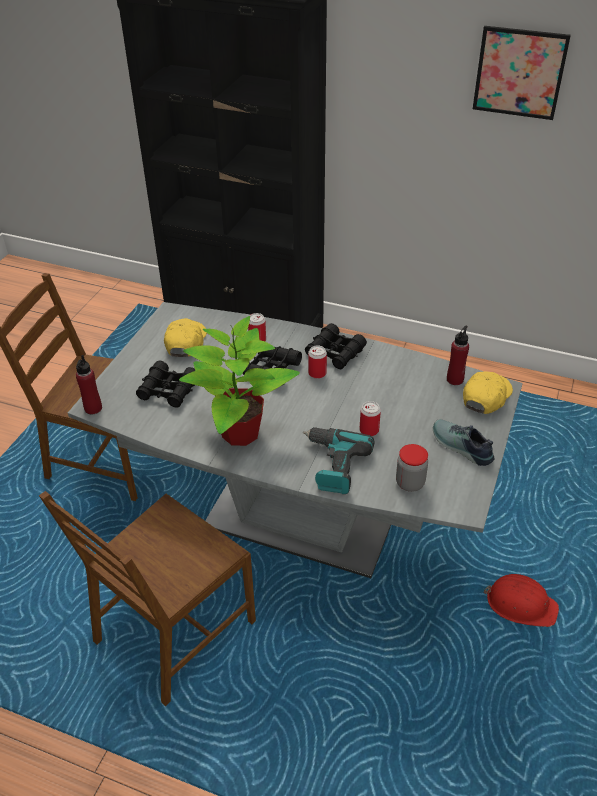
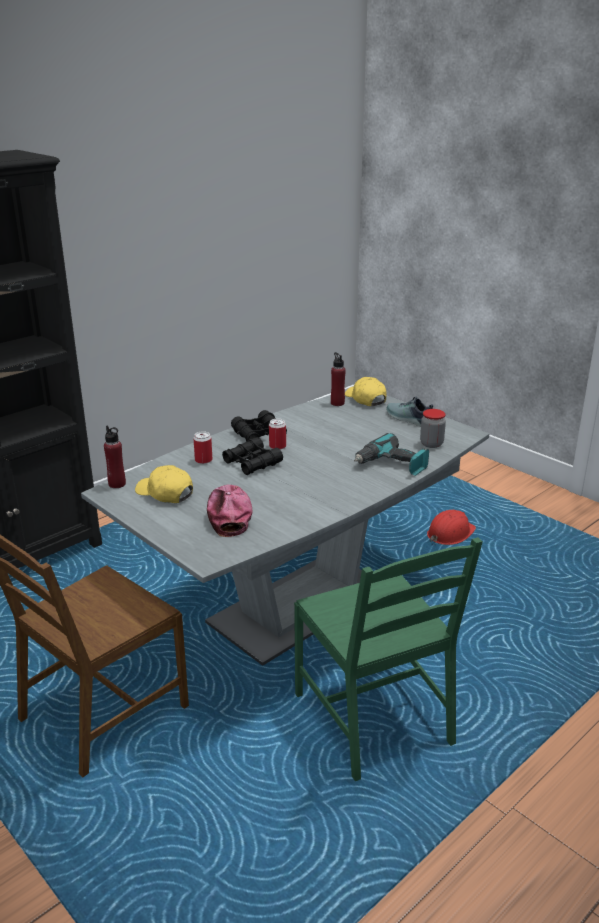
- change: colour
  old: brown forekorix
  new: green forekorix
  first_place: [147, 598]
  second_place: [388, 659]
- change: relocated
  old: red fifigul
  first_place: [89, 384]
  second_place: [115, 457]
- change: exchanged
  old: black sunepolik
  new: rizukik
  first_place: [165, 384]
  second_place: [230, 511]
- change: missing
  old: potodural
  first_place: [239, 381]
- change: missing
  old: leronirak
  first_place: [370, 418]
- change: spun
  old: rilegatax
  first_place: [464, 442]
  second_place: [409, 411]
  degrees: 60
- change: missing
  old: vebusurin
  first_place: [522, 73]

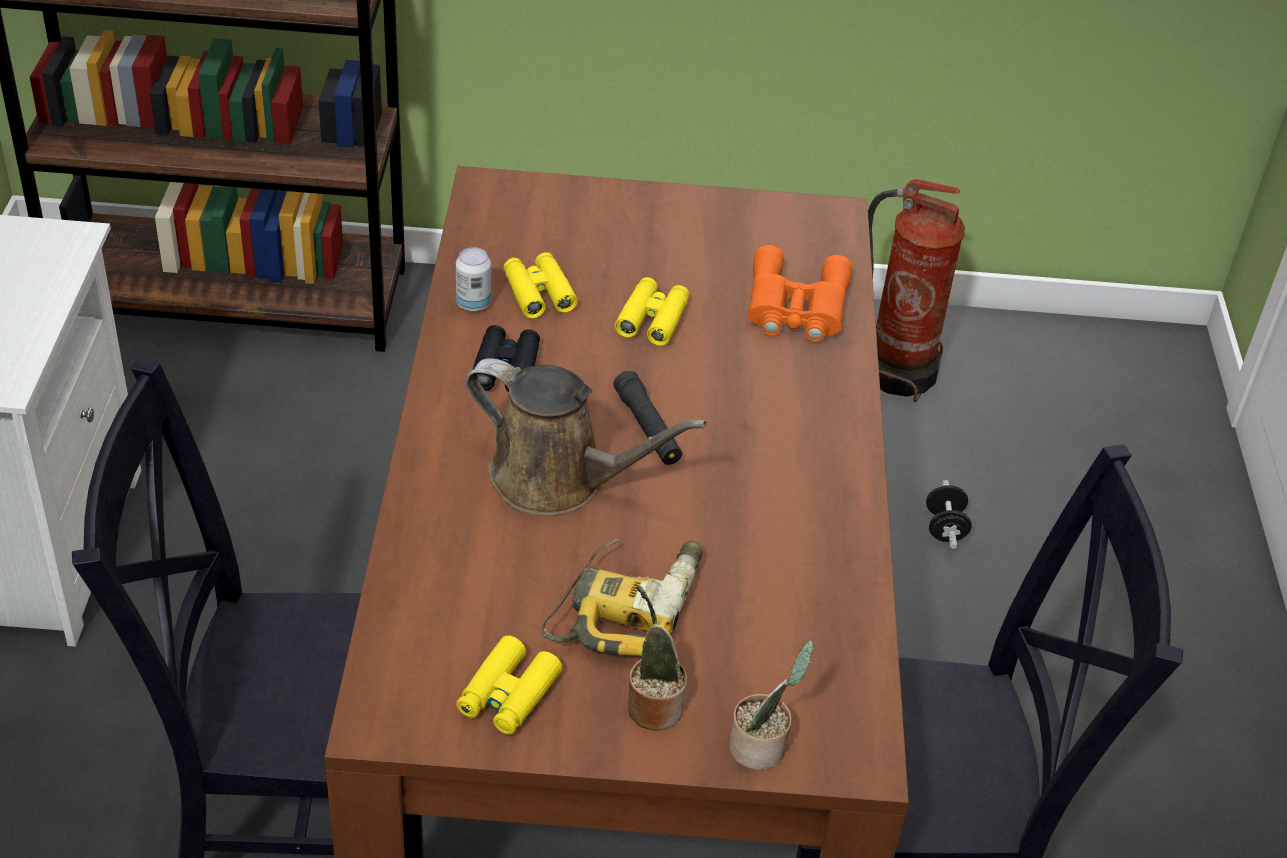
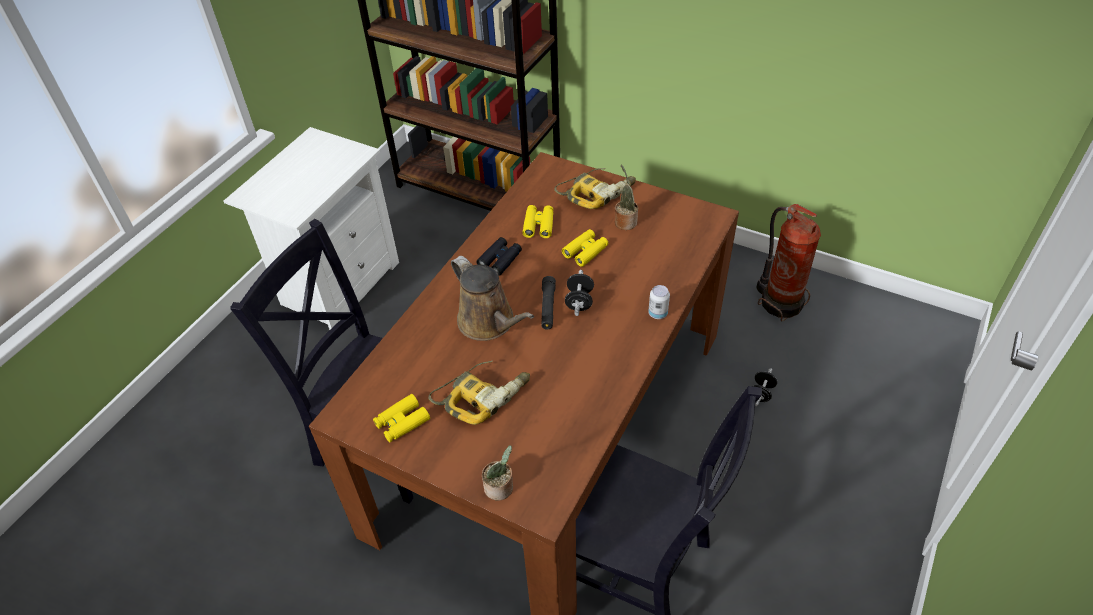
- change: relocated
  old: leronirak
  first_place: [473, 279]
  second_place: [659, 302]
- change: relocated
  old: potodural
  first_place: [657, 658]
  second_place: [626, 197]
- change: missing
  old: orange sunepolik
  first_place: [800, 293]
- change: appeared
  new: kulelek
  second_place: [595, 188]
- change: appeared
  new: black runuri
  second_place: [579, 293]

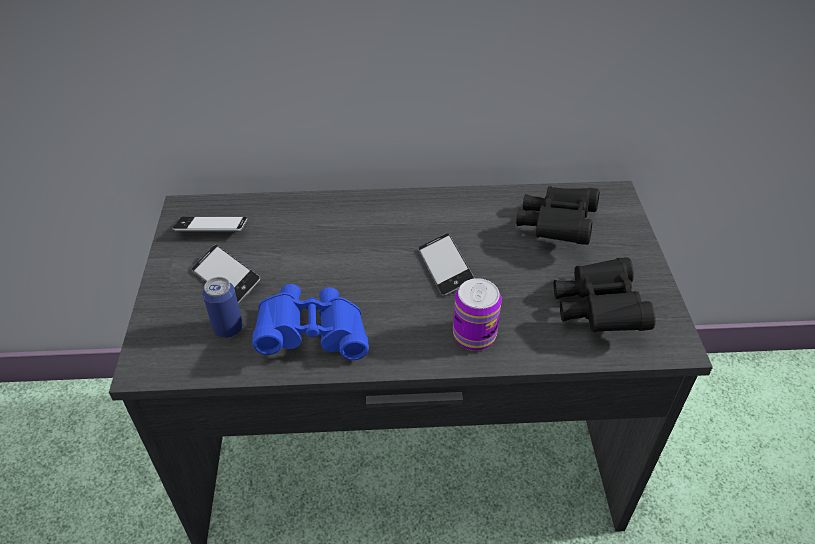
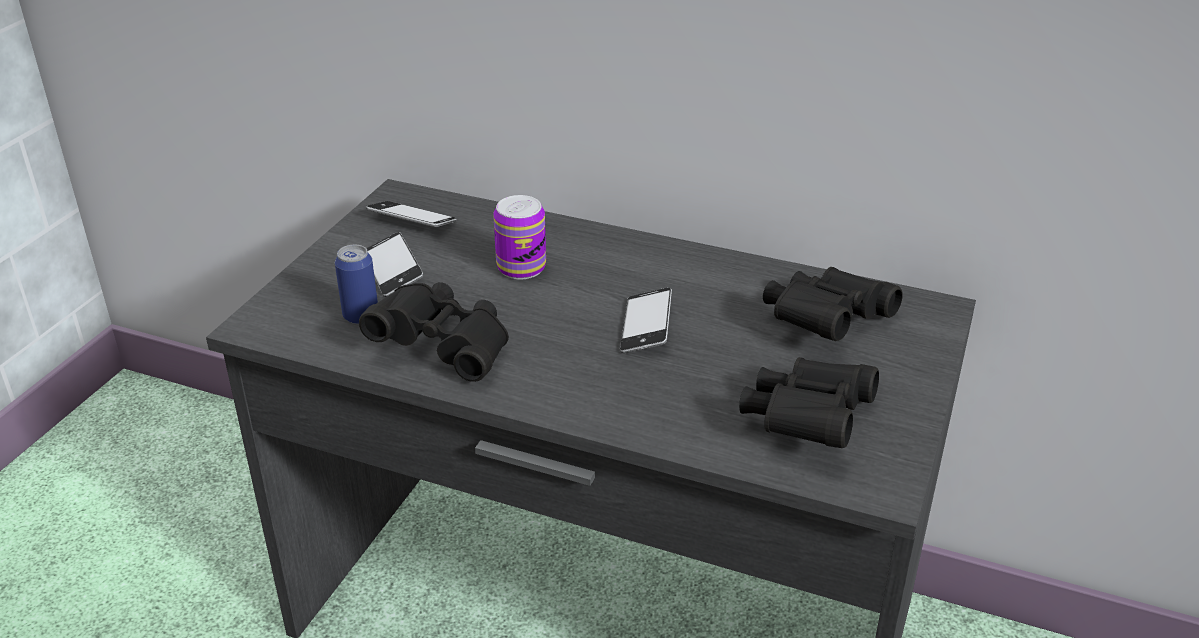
- change: colour
  old: blue sunepolik
  new: black sunepolik
  first_place: [311, 322]
  second_place: [434, 332]
- change: relocated
  old: leronirak
  first_place: [477, 314]
  second_place: [519, 237]

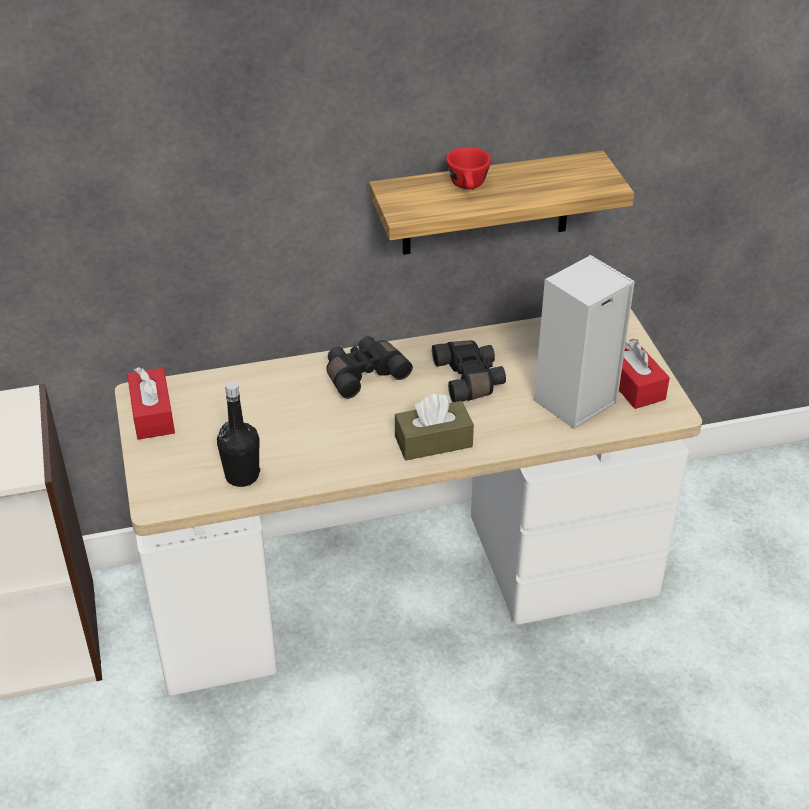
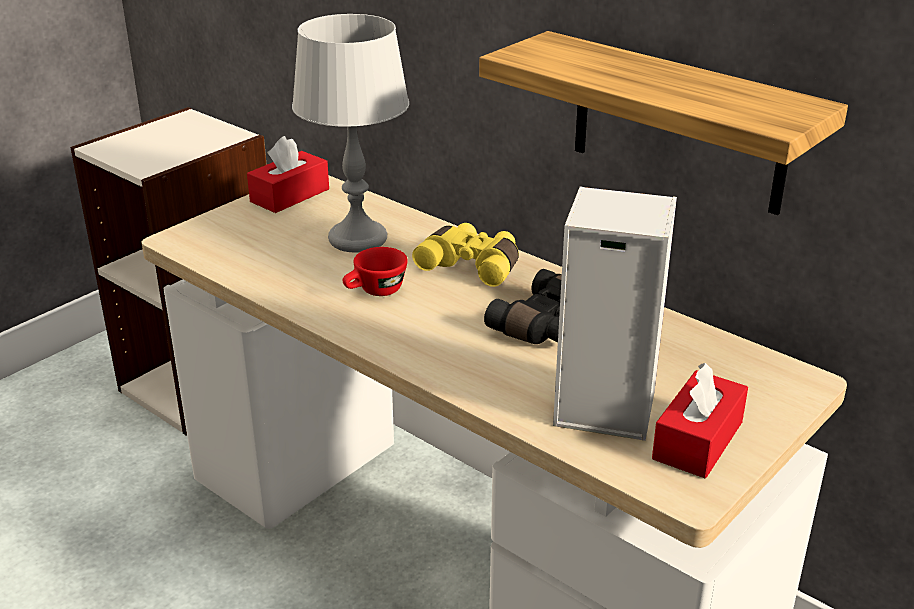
- change: missing
  old: black fifigul
  first_place: [238, 434]
- change: colour
  old: black sunepolik
  new: yellow sunepolik
  first_place: [369, 367]
  second_place: [465, 255]
- change: missing
  old: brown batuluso
  first_place: [434, 427]
- change: relocated
  old: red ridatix
  first_place: [468, 168]
  second_place: [375, 271]
- change: appeared
  new: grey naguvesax
  second_place: [351, 133]

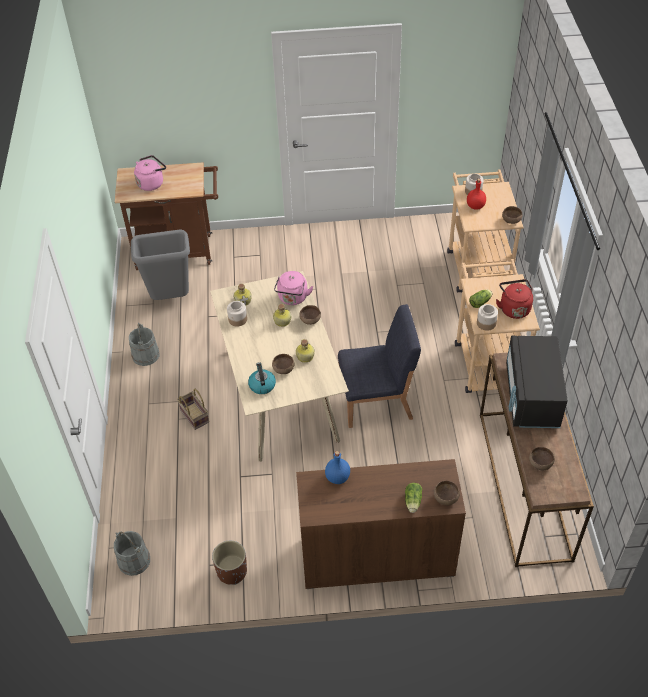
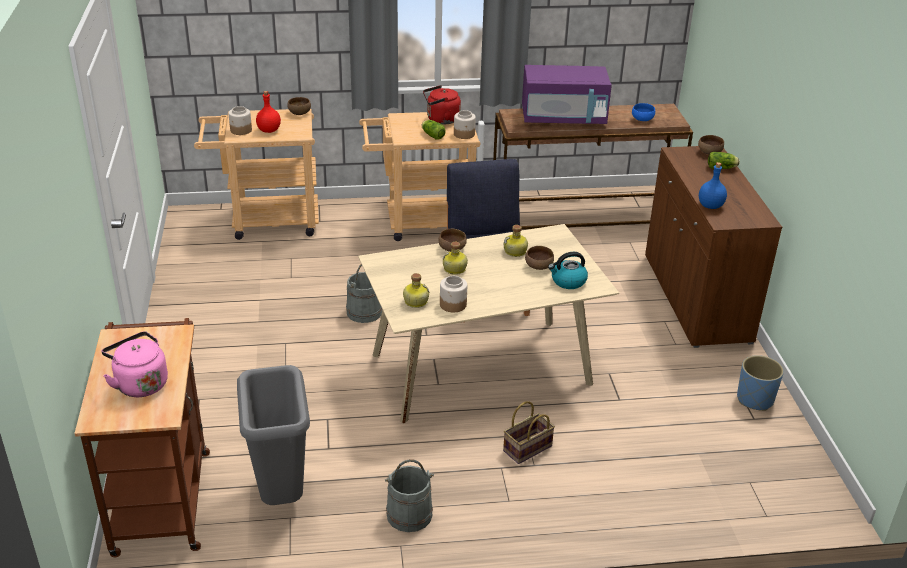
- change: relocated
  old: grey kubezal
  first_place: [132, 553]
  second_place: [364, 293]
- change: colour
  old: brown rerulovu
  new: blue rerulovu
  first_place: [229, 563]
  second_place: [760, 383]
- change: missing
  old: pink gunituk
  first_place: [293, 288]
- change: colour
  old: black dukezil
  new: purple dukezil
  first_place: [537, 382]
  second_place: [567, 94]
- change: colour
  old: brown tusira
  new: blue tusira
  first_place: [541, 458]
  second_place: [643, 112]

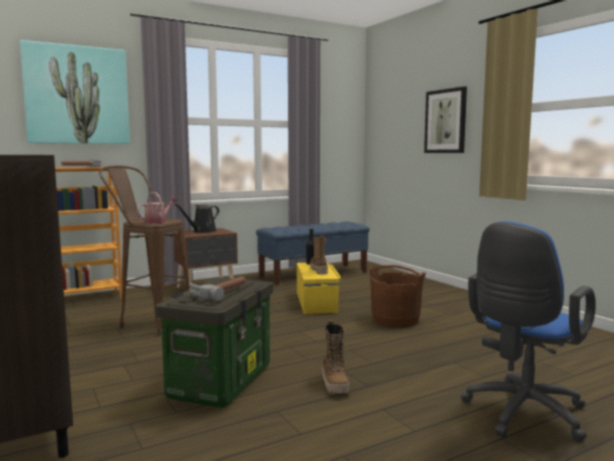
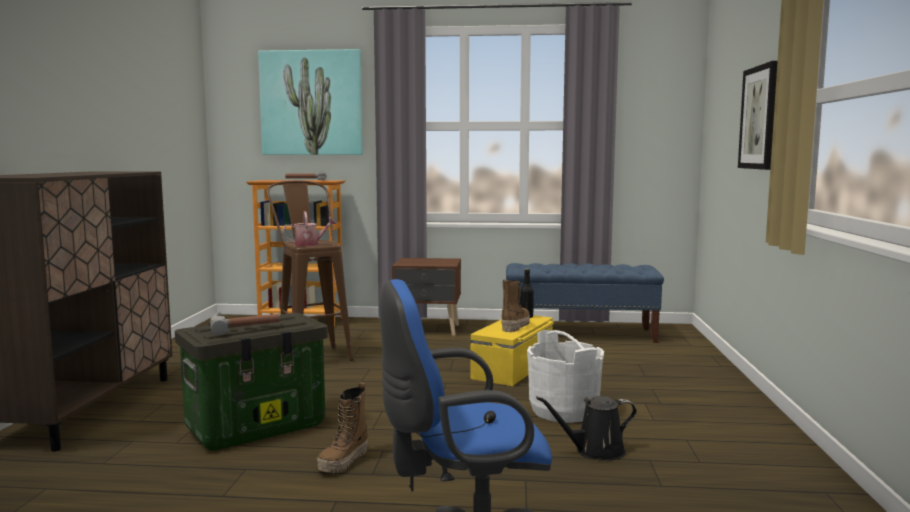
- change: relocated
  old: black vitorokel
  first_place: [196, 218]
  second_place: [586, 428]
- change: colour
  old: brown kubezal
  new: white kubezal
  first_place: [397, 296]
  second_place: [565, 376]

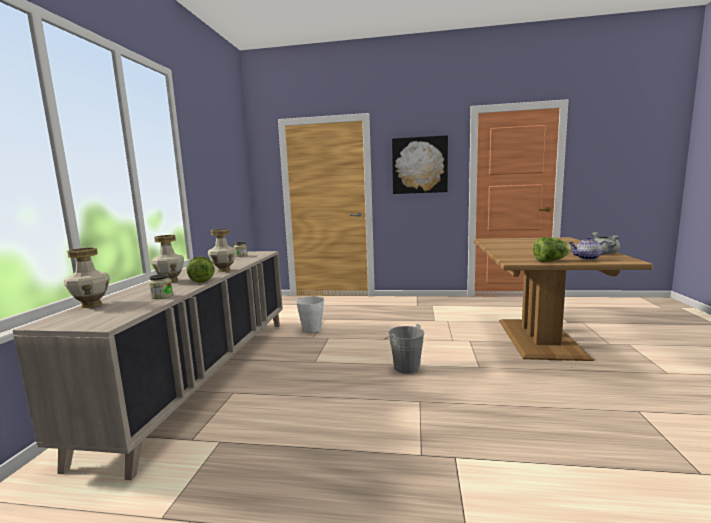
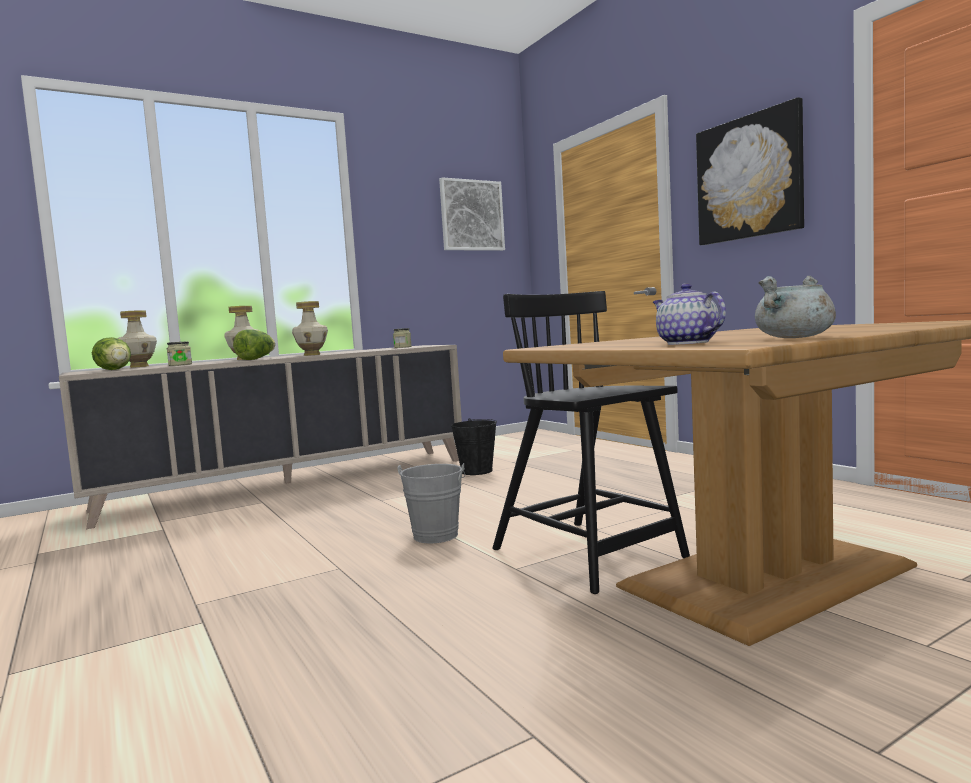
- change: colour
  old: white kubezal
  new: black kubezal
  first_place: [310, 314]
  second_place: [474, 446]
- change: relocated
  old: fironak
  first_place: [552, 249]
  second_place: [111, 353]
- change: appeared
  new: vebusurin
  second_place: [472, 214]
- change: appeared
  new: black forekorix
  second_place: [591, 442]

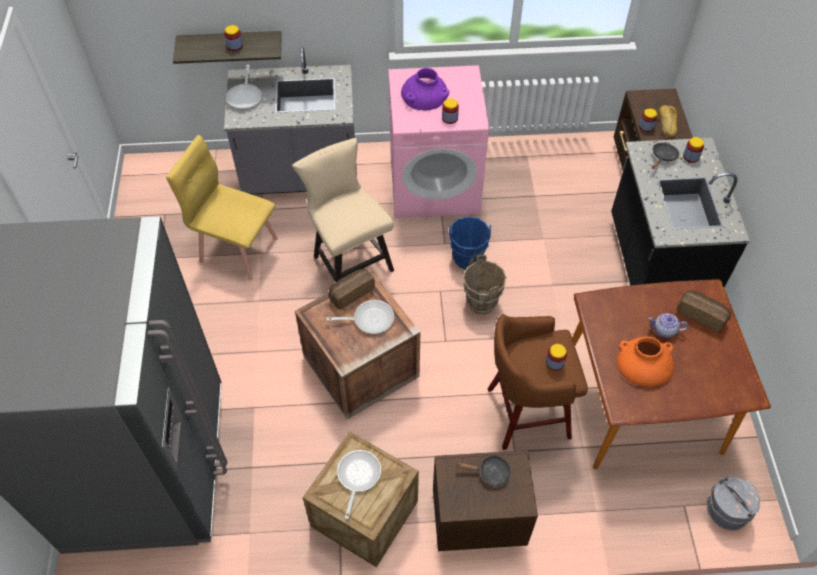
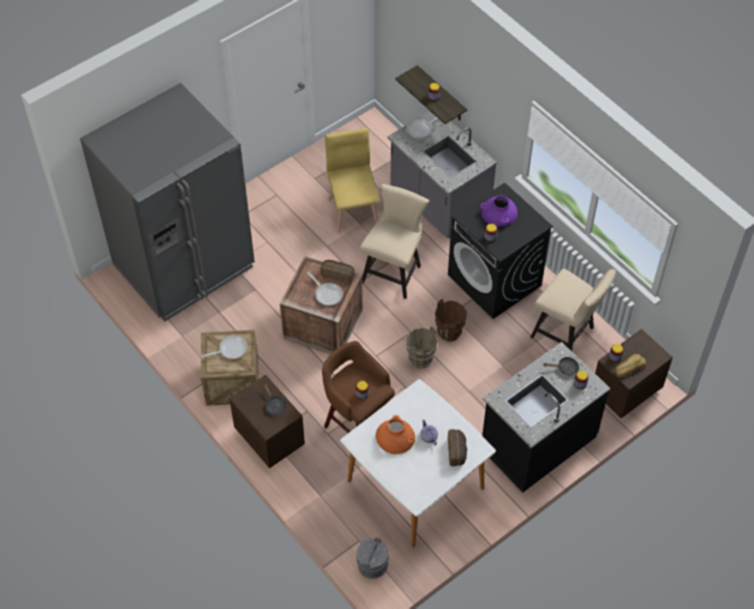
- change: colour
  old: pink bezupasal
  new: black bezupasal
  first_place: [438, 141]
  second_place: [500, 251]
- change: colour
  old: blue kubezal
  new: brown kubezal
  first_place: [470, 243]
  second_place: [451, 320]
- change: colour
  old: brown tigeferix
  new: white tigeferix
  first_place: [671, 374]
  second_place: [418, 463]
- change: appeared
  new: beige forekorix
  second_place: [573, 310]

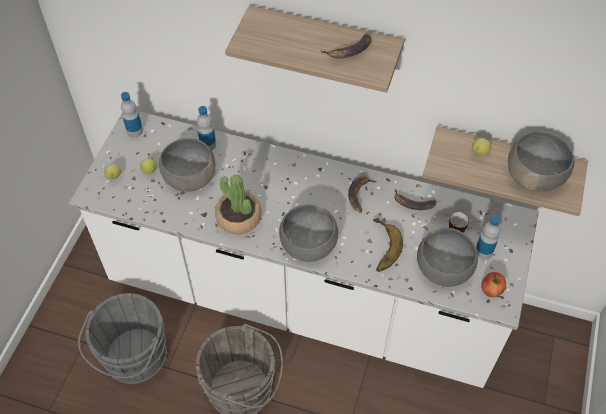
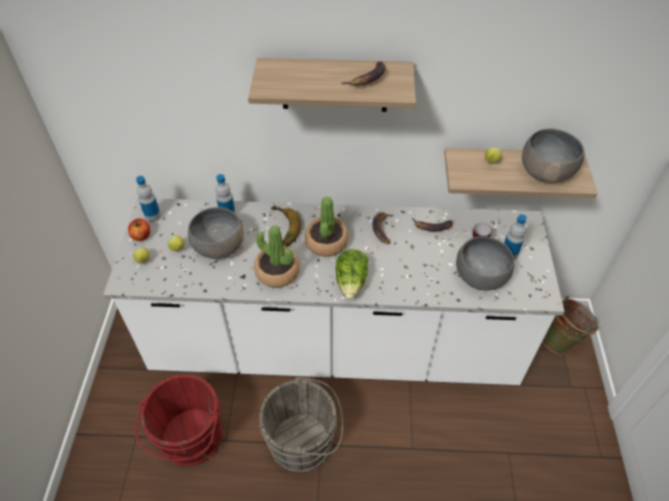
- change: colour
  old: grey kubezal
  new: red kubezal
  first_place: [123, 339]
  second_place: [179, 420]
- change: exchanged
  old: grey tusira
  new: fironak
  first_place: [308, 233]
  second_place: [352, 274]
- change: relocated
  old: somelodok
  first_place: [388, 245]
  second_place: [286, 226]
- change: relocated
  old: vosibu
  first_place: [493, 284]
  second_place: [139, 229]
- change: appeared
  new: potodural
  second_place: [326, 227]
- change: appeared
  new: green kubezal
  second_place: [570, 325]

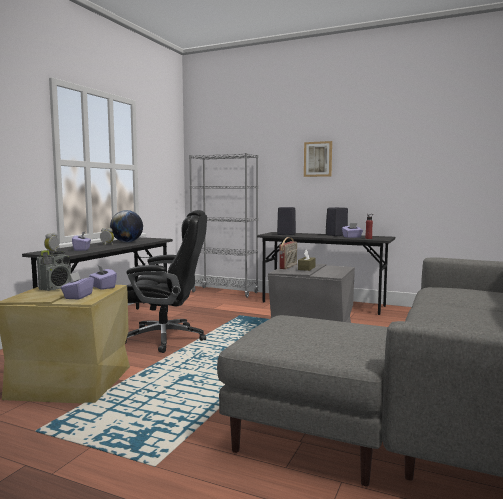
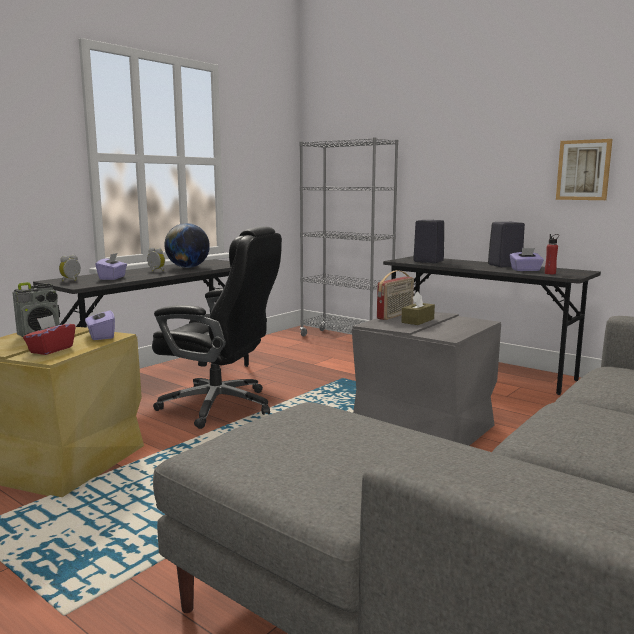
- change: colour
  old: purple batuluso
  new: red batuluso
  first_place: [77, 285]
  second_place: [49, 335]
- change: relocated
  old: vebusurin
  first_place: [318, 159]
  second_place: [584, 169]

